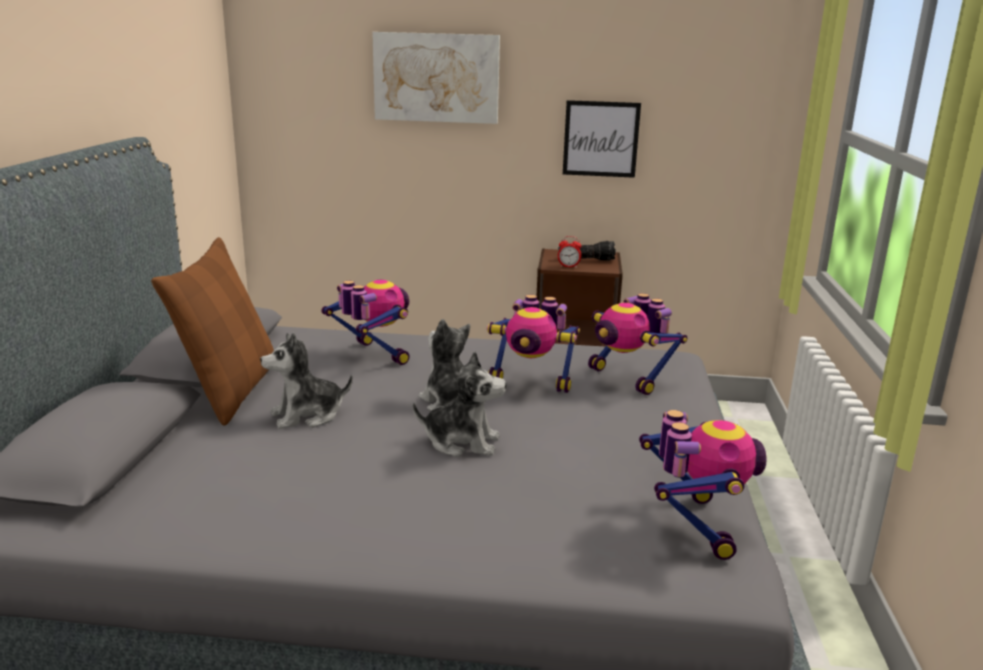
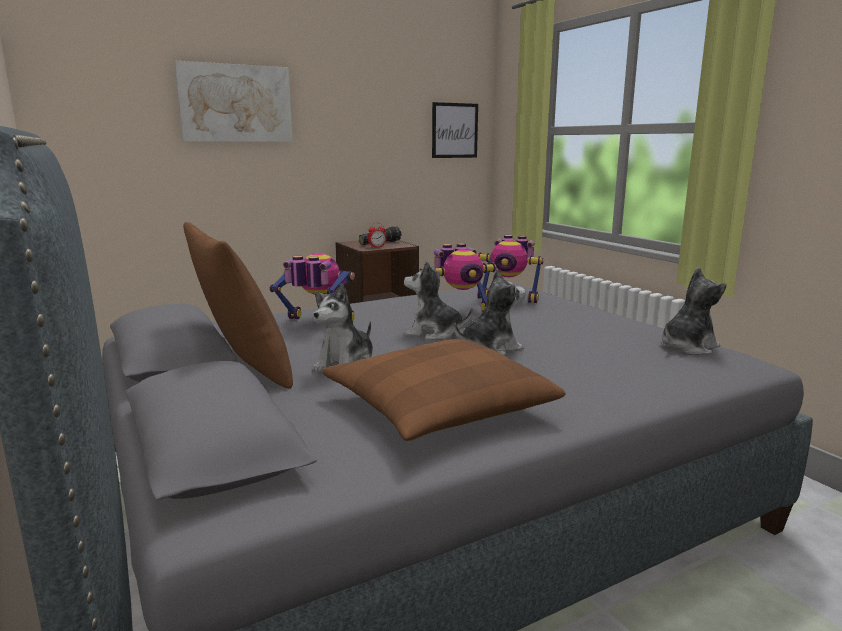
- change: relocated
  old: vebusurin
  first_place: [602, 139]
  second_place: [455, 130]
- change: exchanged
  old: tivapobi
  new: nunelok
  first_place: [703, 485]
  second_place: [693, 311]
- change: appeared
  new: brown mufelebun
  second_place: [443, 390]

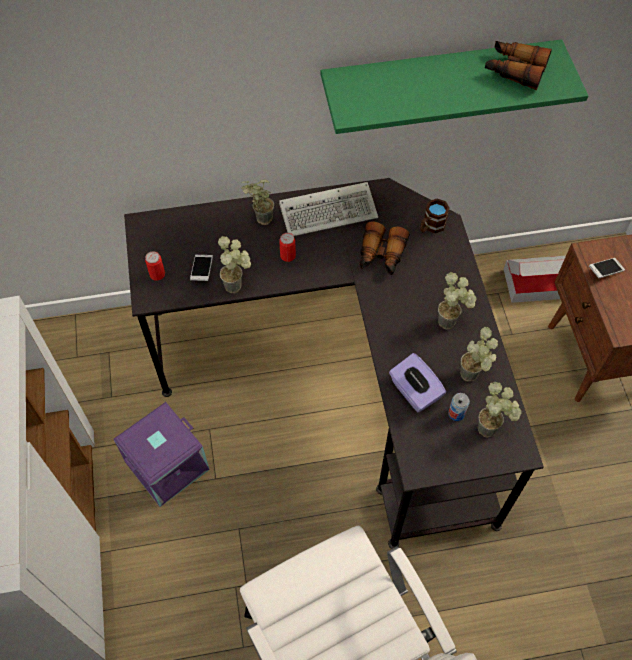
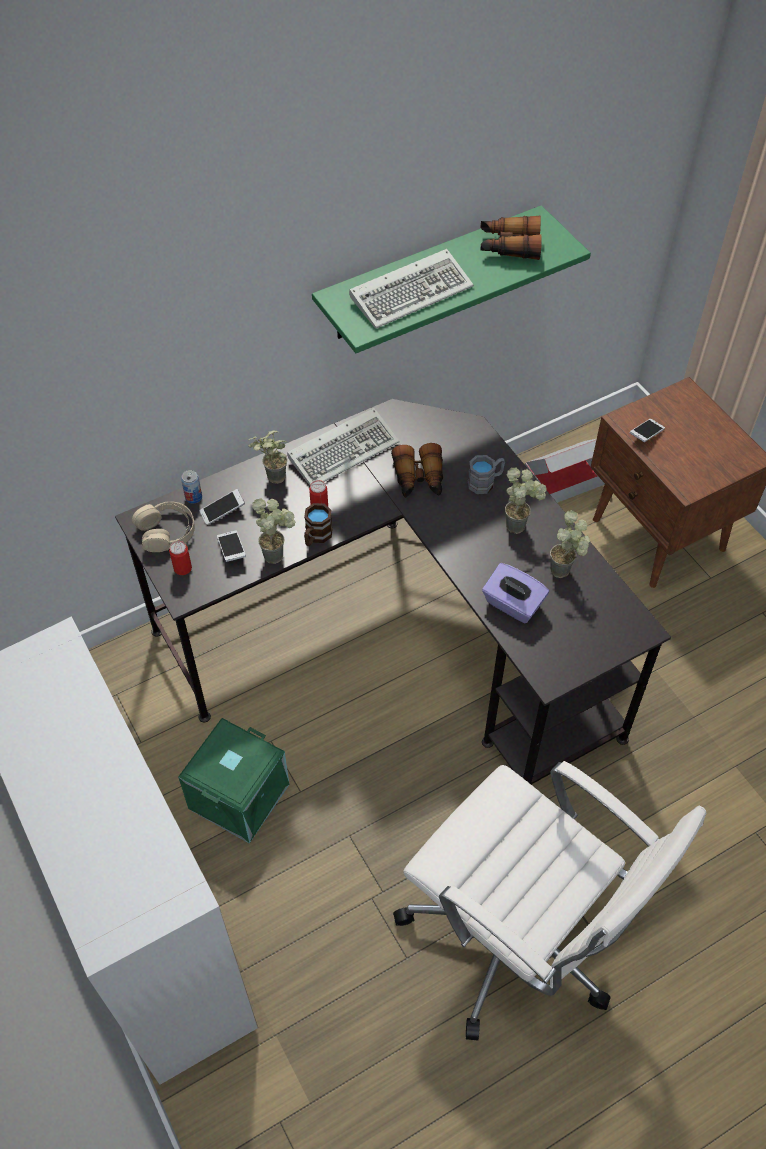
- change: colour
  old: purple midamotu
  new: green midamotu
  first_place: [161, 454]
  second_place: [234, 781]
- change: relocated
  old: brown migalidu
  first_place: [434, 216]
  second_place: [318, 524]
- change: relocated
  old: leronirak
  first_place: [459, 407]
  second_place: [191, 487]
- change: missing
  old: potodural
  first_place: [500, 410]
- change: appeared
  new: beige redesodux
  second_place: [163, 526]
- change: appeared
  new: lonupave
  second_place: [222, 507]
- change: appeared
  new: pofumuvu
  second_place: [411, 289]
- change: appeared
  new: grey migalidu
  second_place: [486, 474]

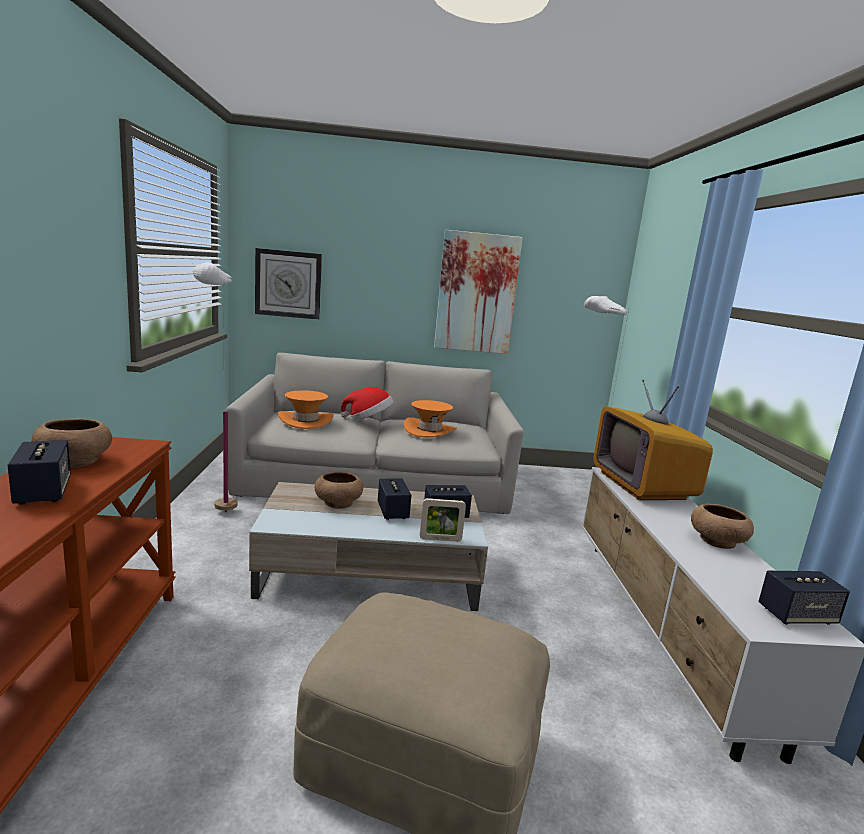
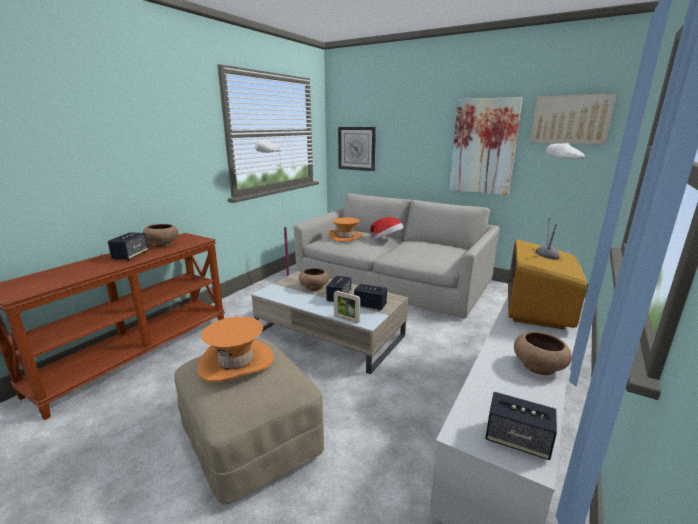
- change: relocated
  old: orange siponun
  first_place: [430, 419]
  second_place: [235, 349]
- change: appeared
  new: vebusurin
  second_place: [573, 119]

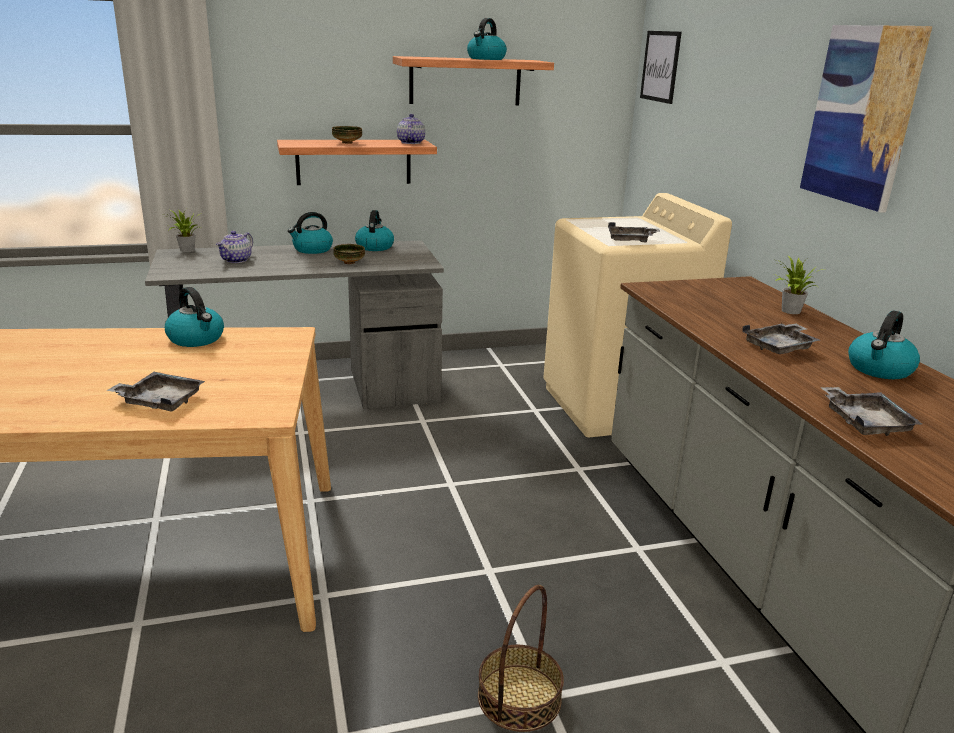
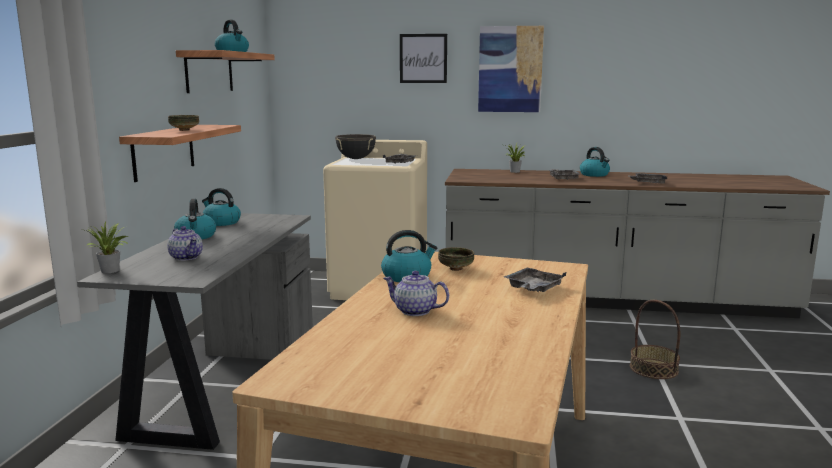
- change: relocated
  old: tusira
  first_place: [349, 254]
  second_place: [456, 259]
- change: relocated
  old: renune
  first_place: [411, 129]
  second_place: [416, 293]
- change: relocated
  old: vebusurin
  first_place: [661, 67]
  second_place: [423, 58]
- change: appeared
  new: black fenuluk
  second_place: [355, 146]

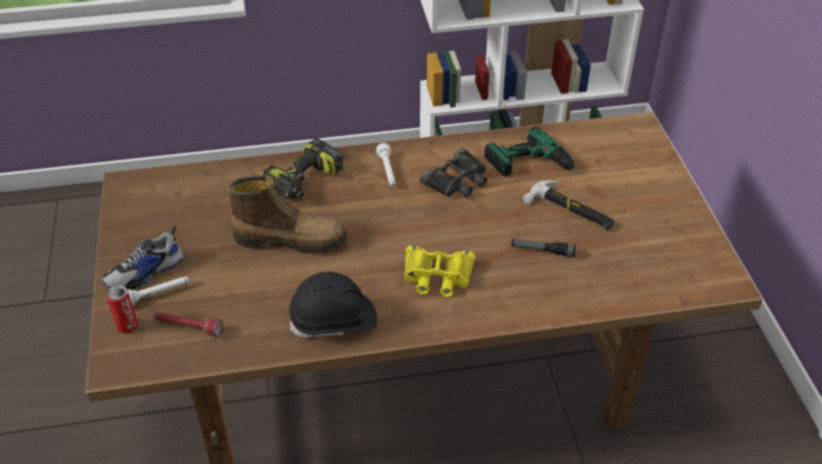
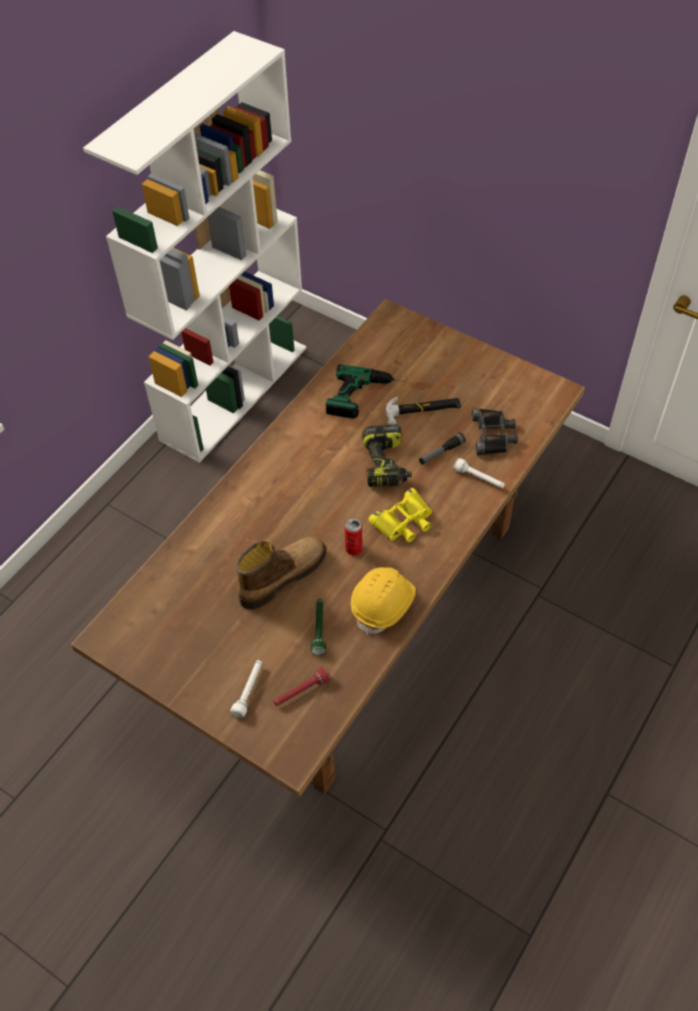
- change: missing
  old: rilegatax
  first_place: [142, 257]
- change: relocated
  old: leronirak
  first_place: [122, 309]
  second_place: [353, 537]
- change: relocated
  old: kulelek
  first_place: [303, 168]
  second_place: [387, 456]
- change: colour
  old: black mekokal
  new: yellow mekokal
  first_place: [333, 304]
  second_place: [383, 601]
- change: relocated
  old: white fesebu
  first_place: [386, 165]
  second_place: [479, 473]
- change: relocated
  old: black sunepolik
  first_place: [453, 173]
  second_place: [495, 431]
- change: appeared
  new: green fesebu
  second_place: [318, 627]

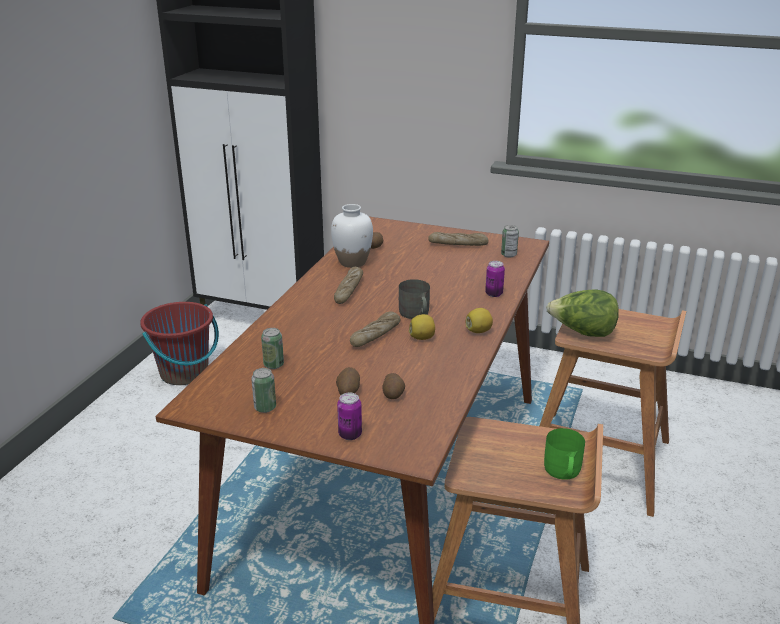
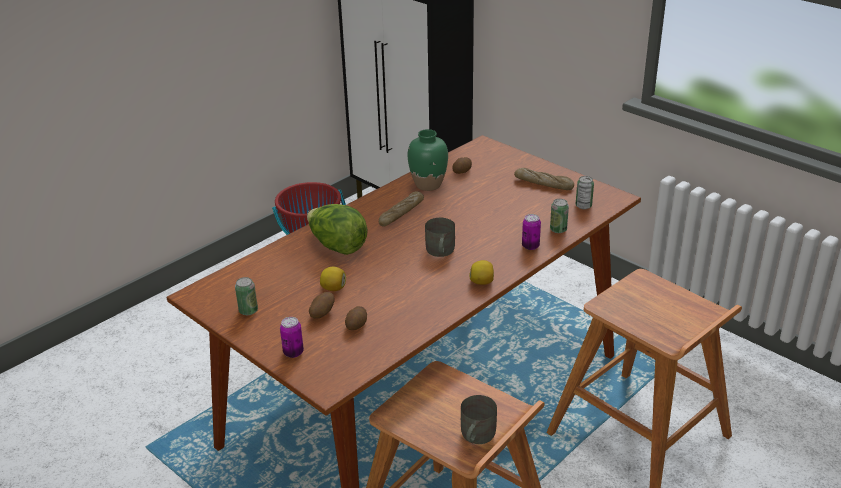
- change: relocated
  old: leronirak
  first_place: [272, 348]
  second_place: [559, 216]
- change: colour
  old: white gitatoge
  new: green gitatoge
  first_place: [352, 236]
  second_place: [428, 160]
- change: missing
  old: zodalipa
  first_place: [375, 329]
- change: relocated
  old: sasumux
  first_place: [422, 327]
  second_place: [333, 279]
- change: colour
  old: green migalidu
  new: grey migalidu
  first_place: [564, 454]
  second_place: [479, 419]
- change: relocated
  old: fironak
  first_place: [582, 313]
  second_place: [337, 229]

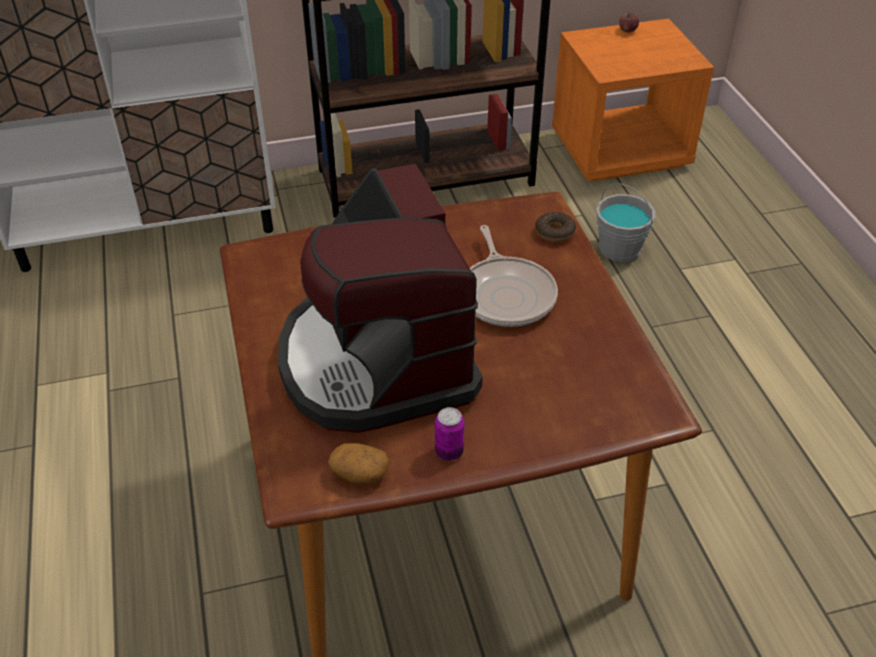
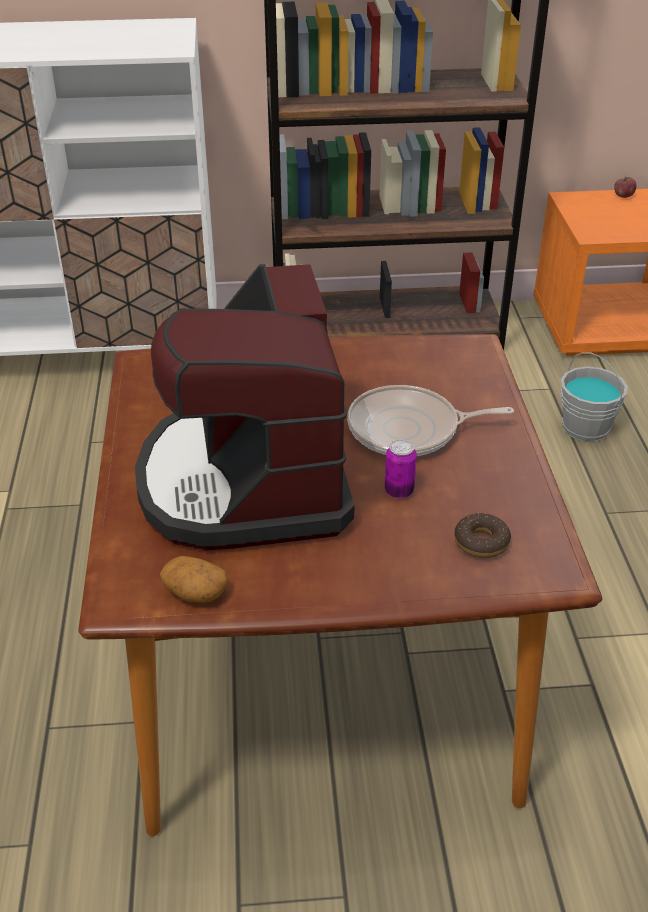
- change: relocated
  old: leronirak
  first_place: [449, 434]
  second_place: [401, 469]
- change: spun
  old: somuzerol
  first_place: [514, 276]
  second_place: [430, 420]
  degrees: 90
- change: relocated
  old: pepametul
  first_place: [555, 227]
  second_place: [482, 535]

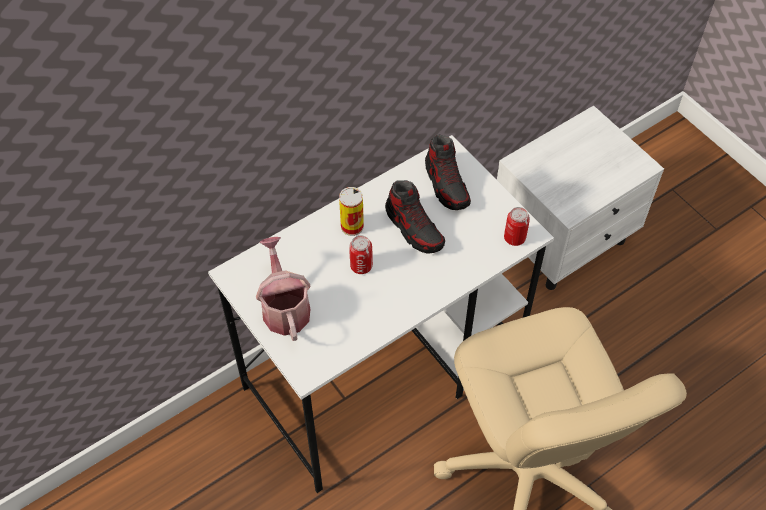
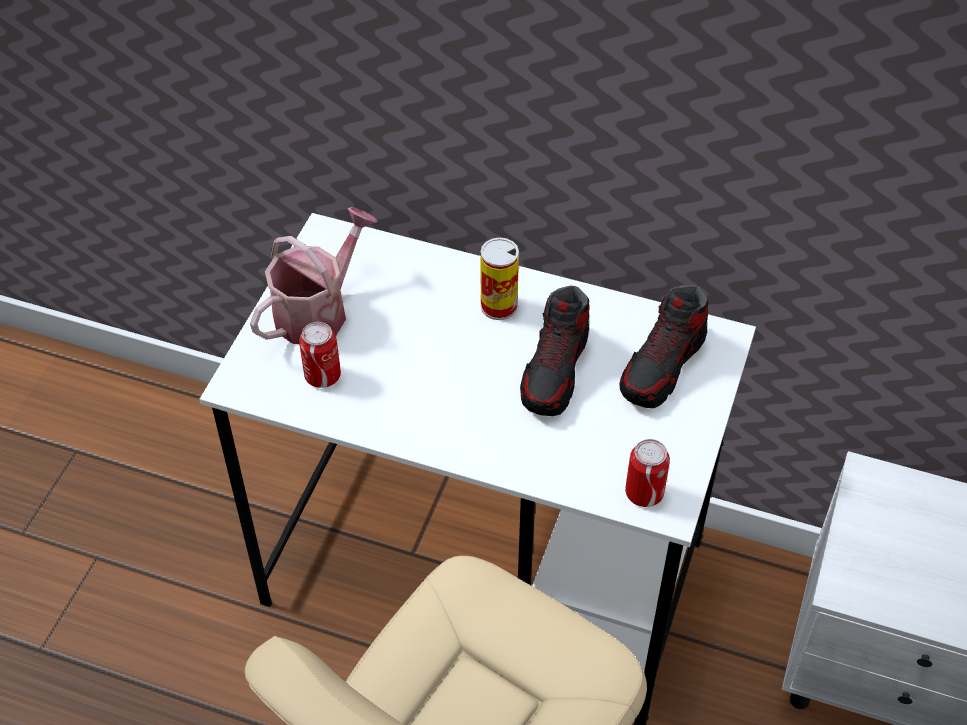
- change: relocated
  old: leronirak
  first_place: [361, 254]
  second_place: [320, 355]

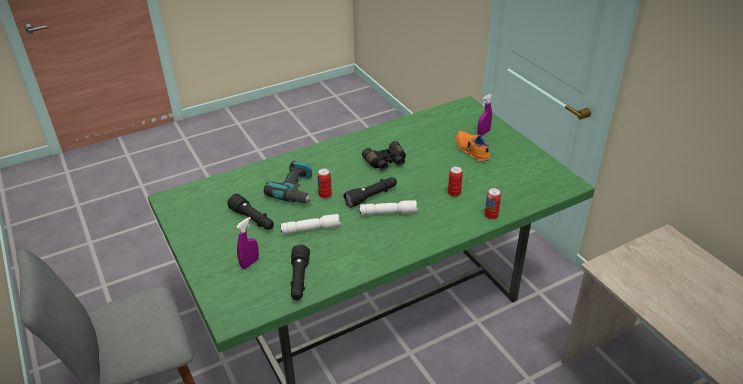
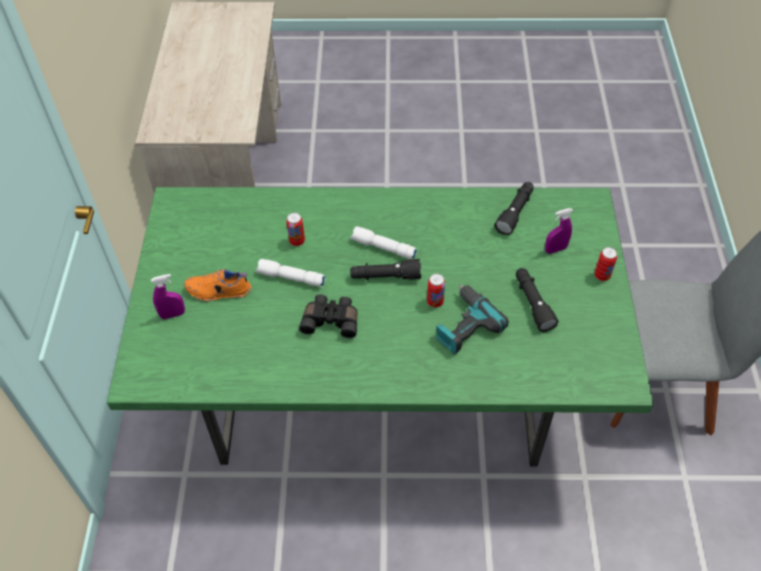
- change: relocated
  old: white fesebu
  first_place: [310, 224]
  second_place: [290, 273]
- change: spun
  old: orange rilegatax
  first_place: [473, 146]
  second_place: [218, 285]
  degrees: 90
- change: relocated
  old: leronirak
  first_place: [493, 203]
  second_place: [606, 264]

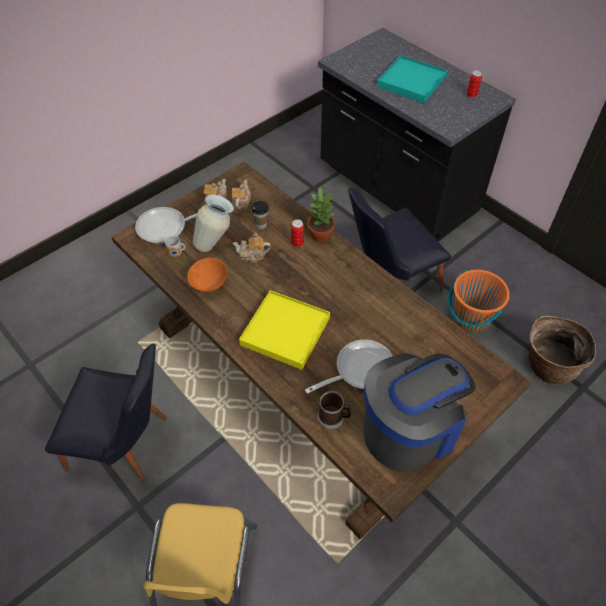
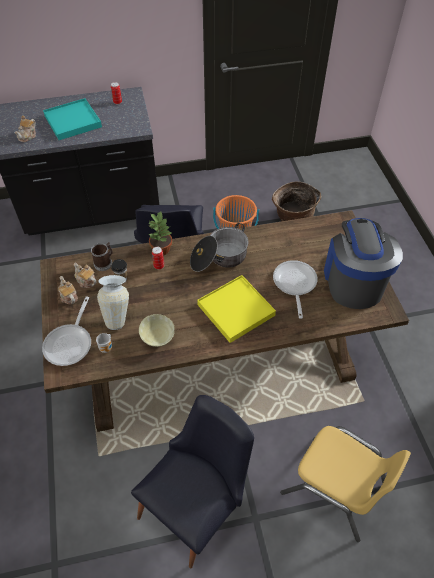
- change: colour
  old: orange tusira
  new: beige tusira
  first_place: [207, 275]
  second_place: [157, 330]
- change: relocated
  old: renune
  first_place: [252, 247]
  second_place: [25, 128]
- change: relocated
  old: migalidu
  first_place: [334, 410]
  second_place: [102, 256]
- change: appeared
  new: fenuluk
  second_place: [219, 247]

